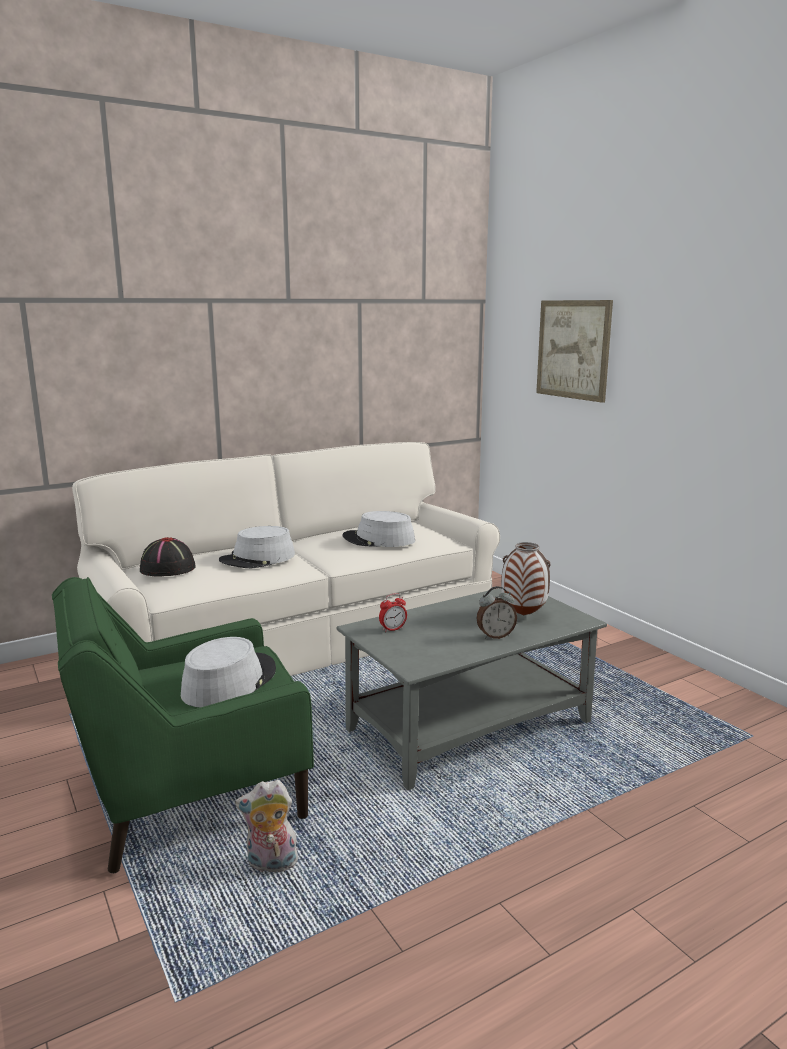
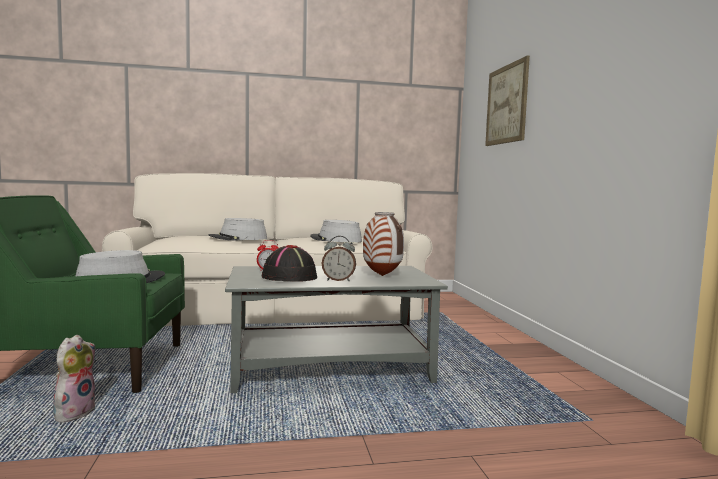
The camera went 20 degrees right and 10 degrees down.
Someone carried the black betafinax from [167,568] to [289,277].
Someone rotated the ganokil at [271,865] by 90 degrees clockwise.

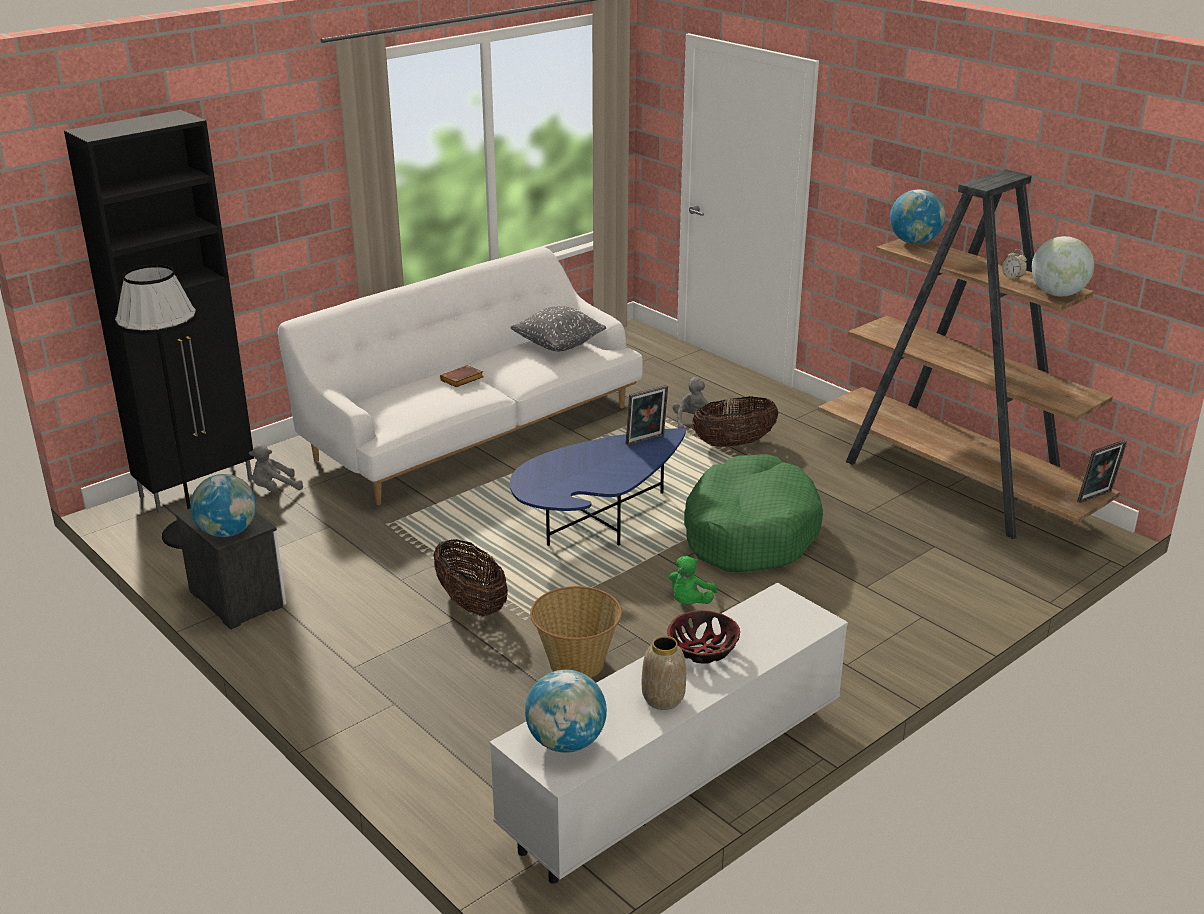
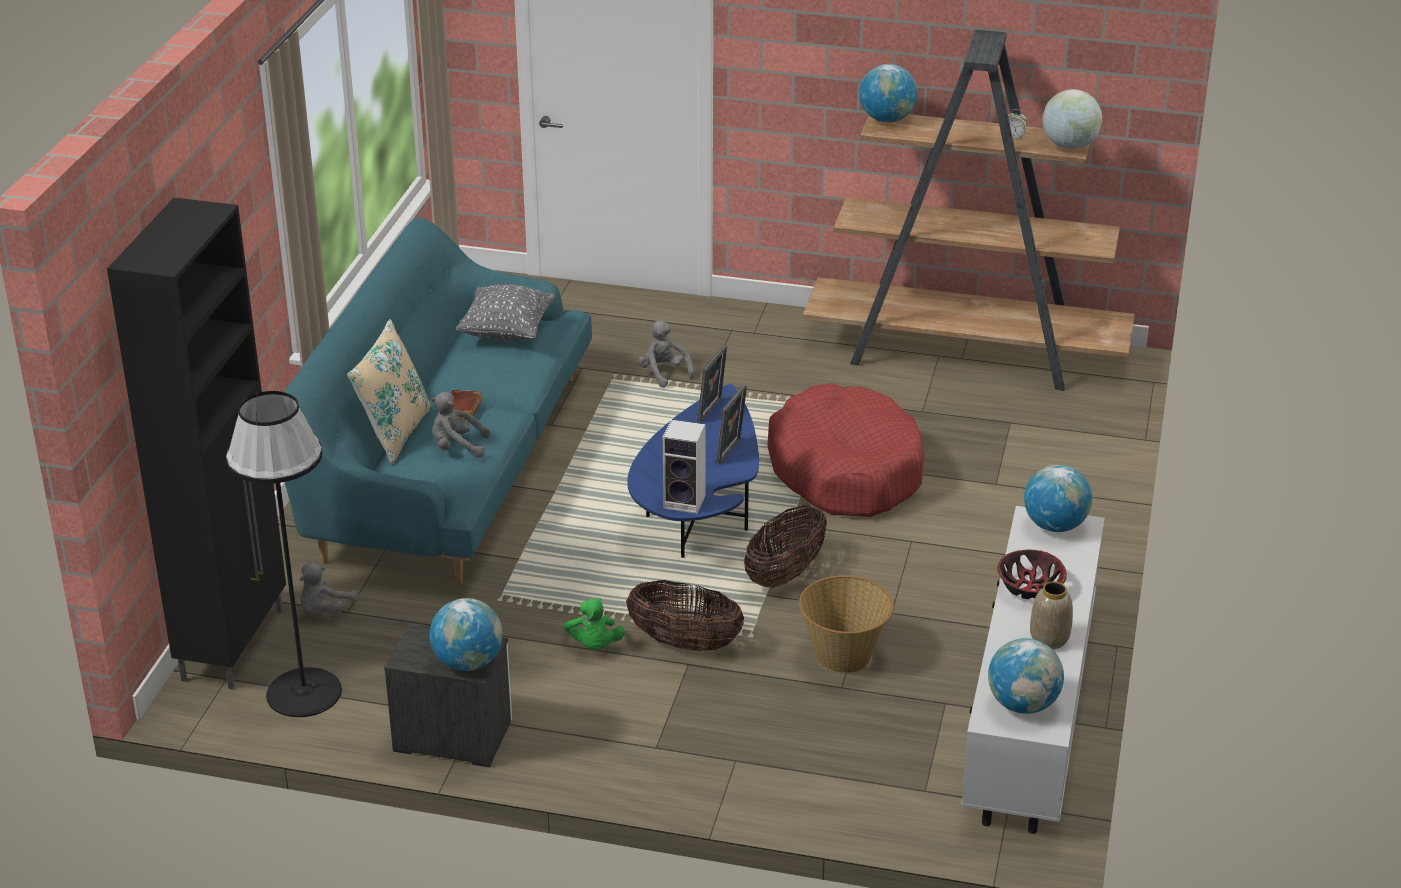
The camera went 35 degrees left and 5 degrees up.
Someone put down the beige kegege at [394,432].
Someone put down the grey ganokil at [457,447].
Someone put down the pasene at [686,501].
Someone put down the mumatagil at [1055,525].
Someone carried the green ganokil from [690,602] to [594,646].
Someone carried the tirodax from [734,443] to [785,574].
Someone carried the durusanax from [1096,497] to [731,452].
Someone repainted the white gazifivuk at [472,430], which became the turquoise gazifivuk at [448,464].
Someone repainted the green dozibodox at [749,532], which became the red dozibodox at [845,470].

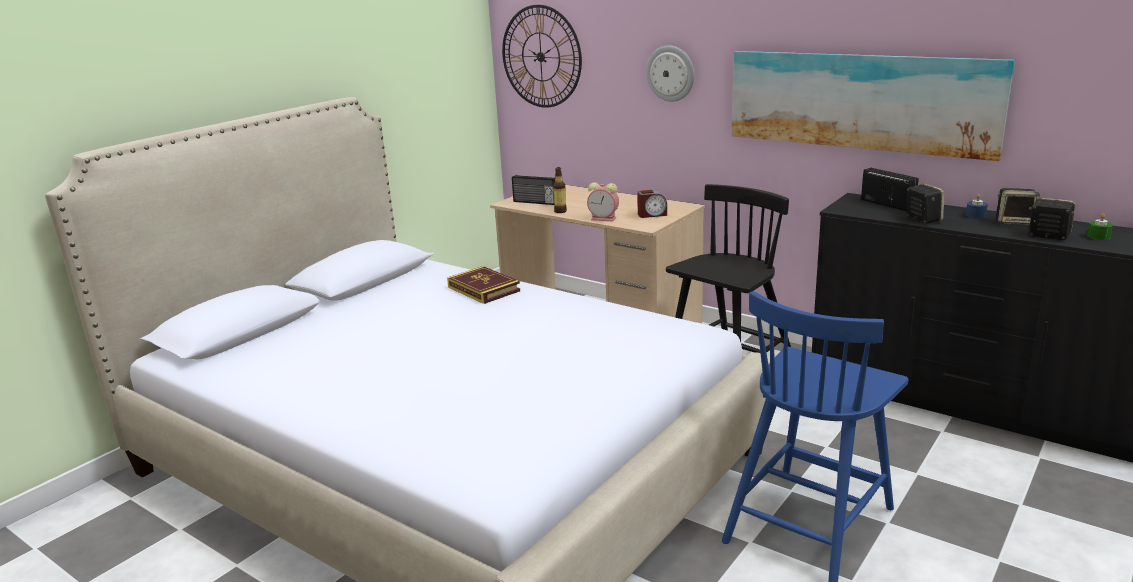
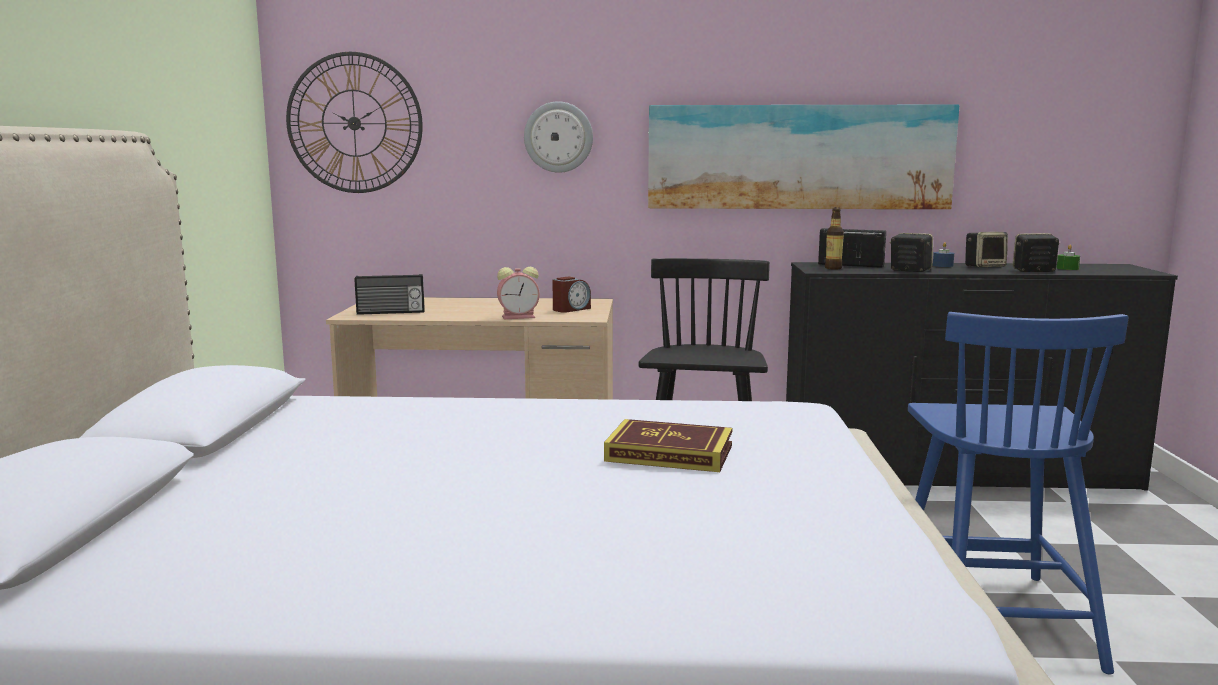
The camera went 35 degrees left and 10 degrees down.
Someone carried the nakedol from [483,289] to [669,453].
Someone carried the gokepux from [560,211] to [833,268].

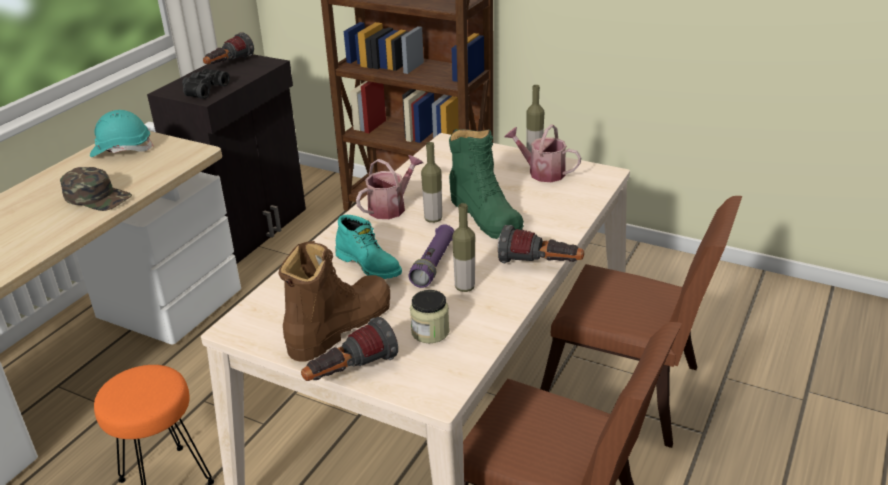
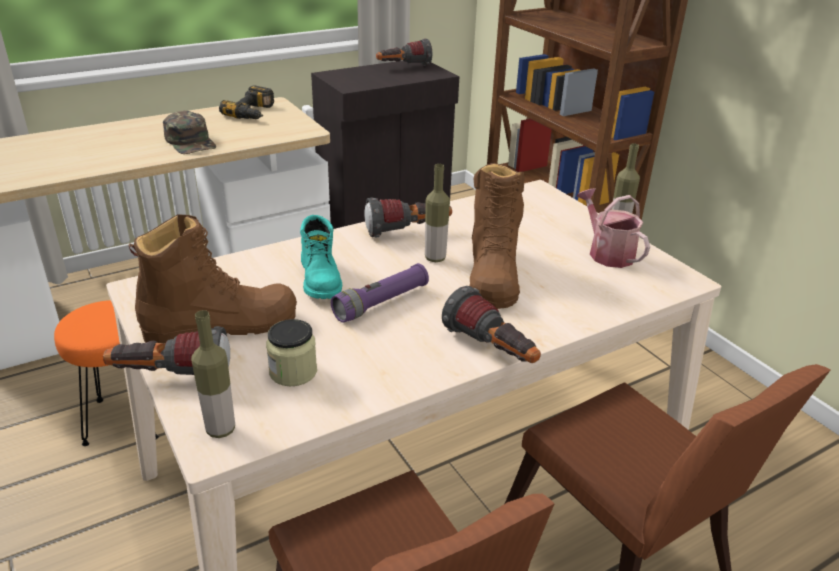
The camera went 30 degrees right and 0 degrees up.
Someone took away the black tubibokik at [204,90].
Someone carried the gokepux from [464,287] to [220,429].
Someone swapped the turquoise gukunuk at [122,150] for the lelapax at [254,112].
Someone swapped the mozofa at [391,207] for the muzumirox at [408,232].
Someone repainted the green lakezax at [485,215], which became the brown lakezax at [492,274].

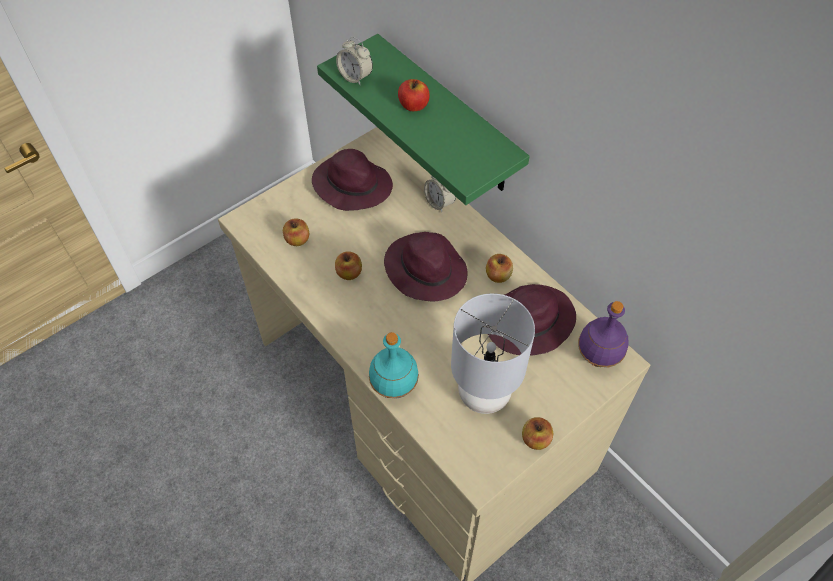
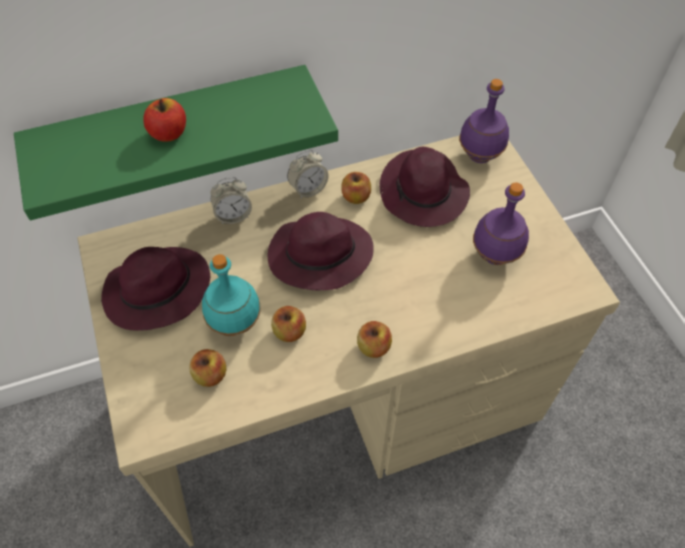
The camera went 70 degrees left and 0 degrees up.
Someone carried the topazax from [355,77] to [308,189].
Someone carried the turquoise gokepux from [395,386] to [236,323].
Someone carried the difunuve from [535,439] to [373,347].
Someone swapped the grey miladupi at [483,395] for the purple gokepux at [495,256].

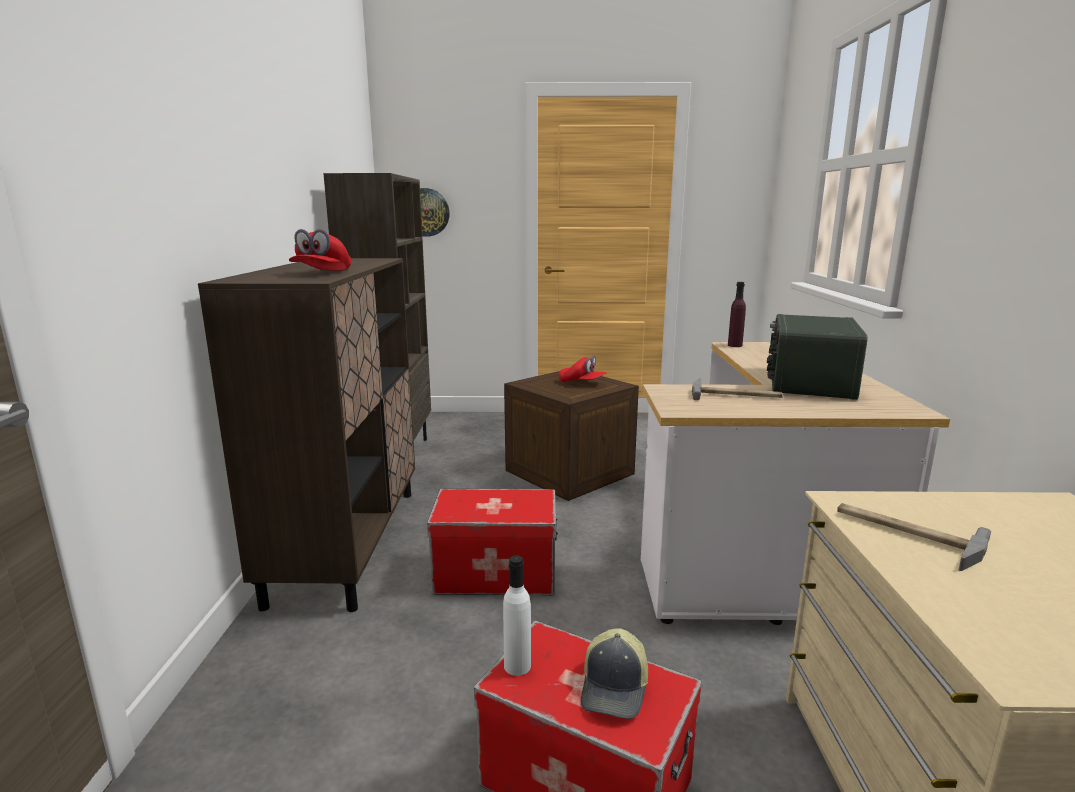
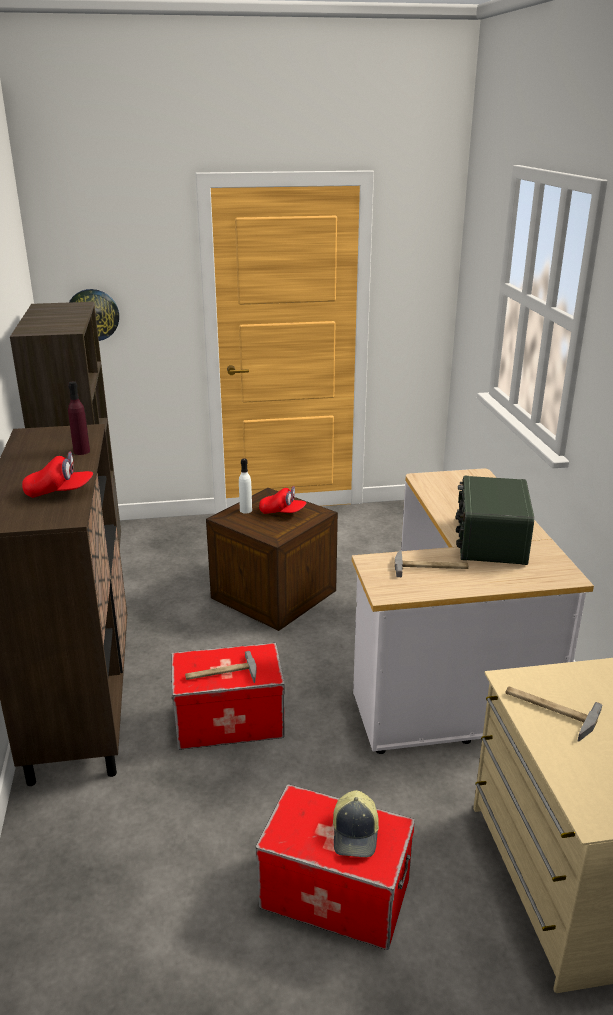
The camera went 10 degrees left and 10 degrees up.
Someone put down the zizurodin at [221,674].
Someone carried the white gokepux from [517,666] to [246,510].
Someone carried the purple gokepux from [735,345] to [81,451].
Someone rotated the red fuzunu at [322,273] by 90 degrees counterclockwise.

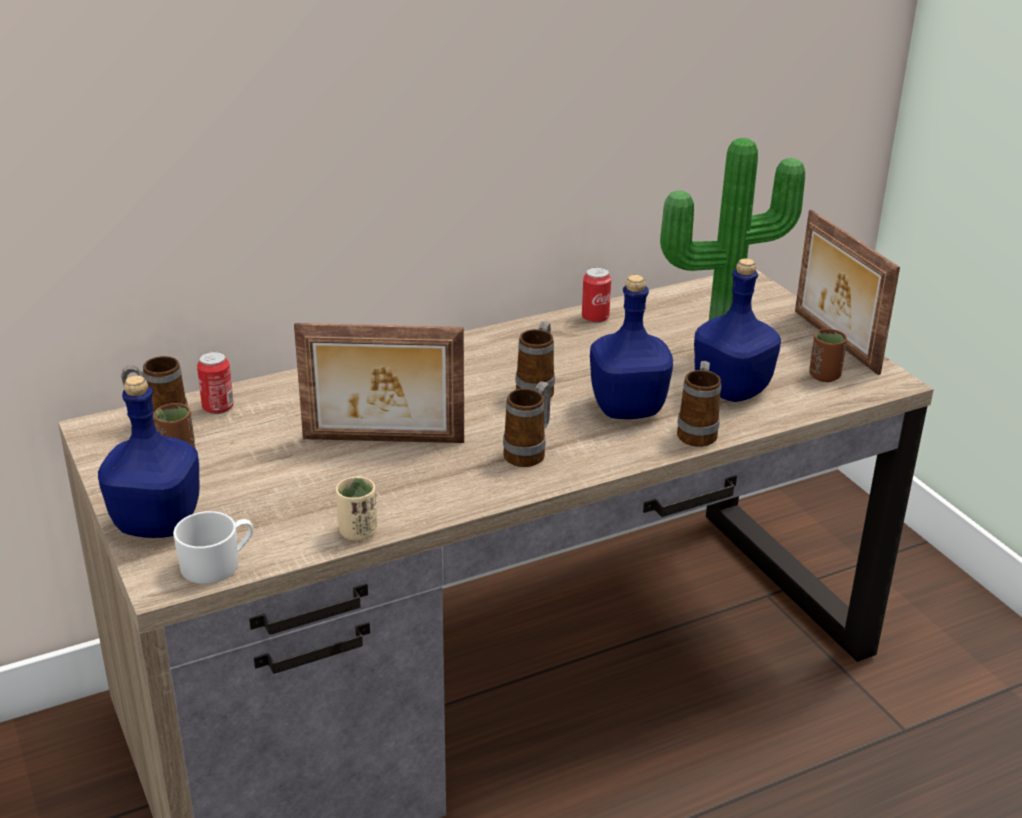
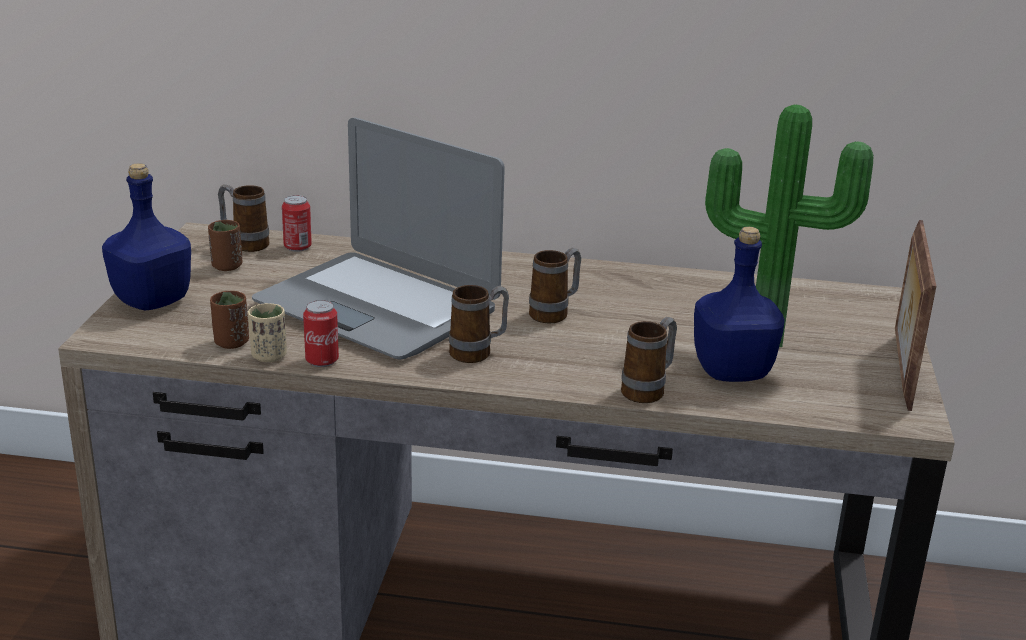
The camera went 35 degrees right and 5 degrees down.
Someone took away the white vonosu at [217,564].
Someone took away the blue gokepux at [627,407].
Someone carried the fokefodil from [595,318] to [322,360].
Someone carried the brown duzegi from [824,376] to [231,342].
Someone swapped the durusanax at [383,441] for the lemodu at [378,306].

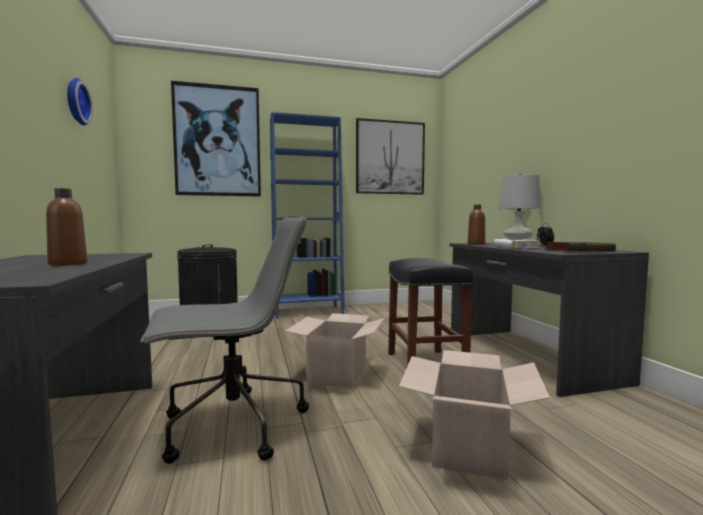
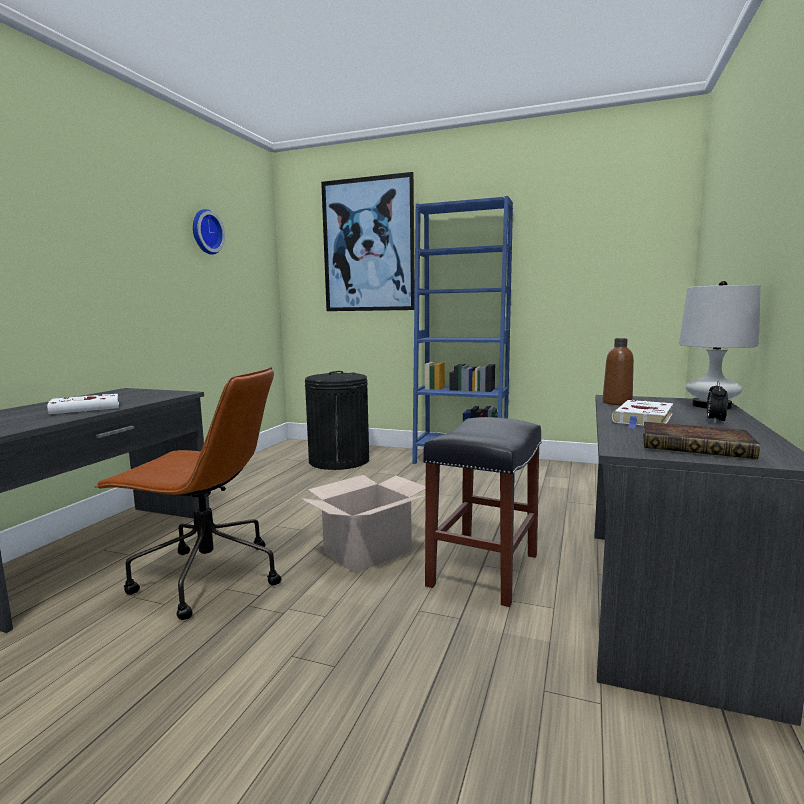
The camera went 35 degrees right and 5 degrees up.
Someone took away the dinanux at [390,158].
Someone took away the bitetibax at [469,447].
Someone swapped the brown gokepux at [68,264] for the white nakedol at [88,408].
Someone repainted the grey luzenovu at [231,426], which became the brown luzenovu at [206,577].

